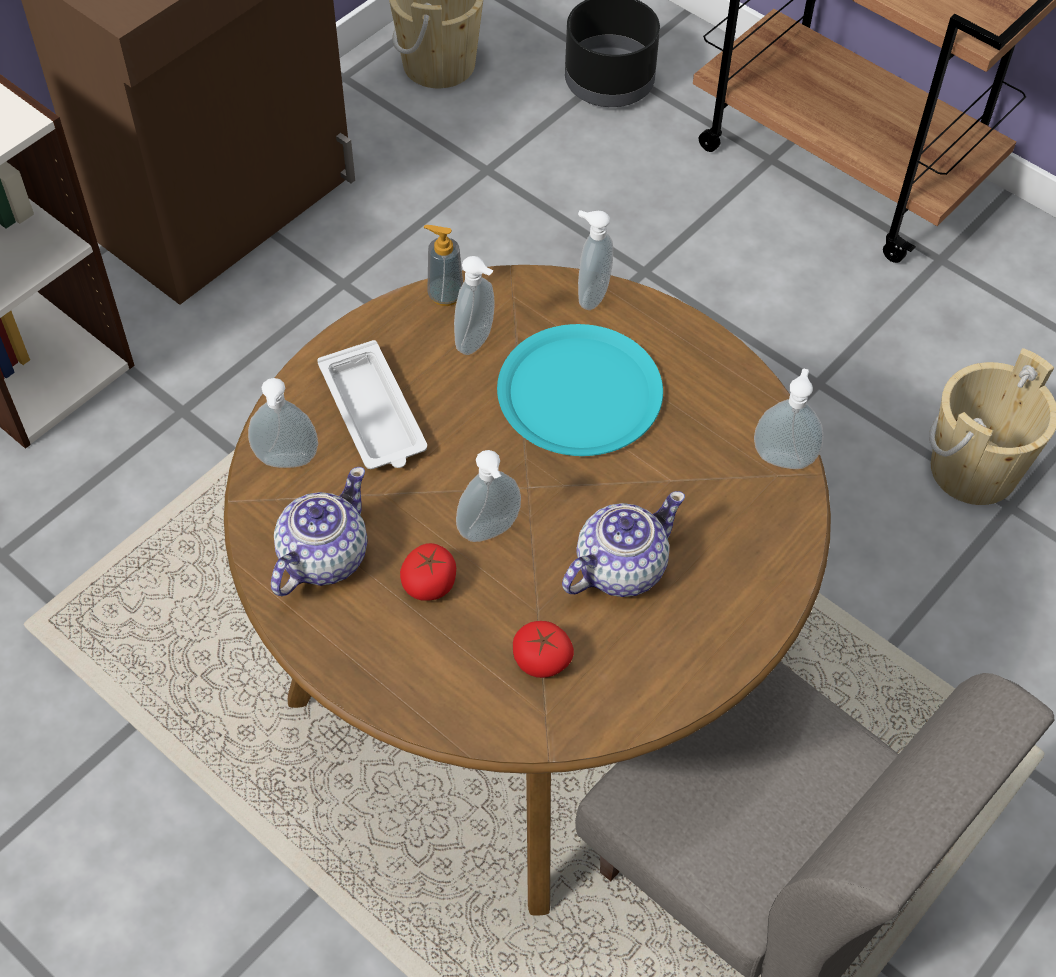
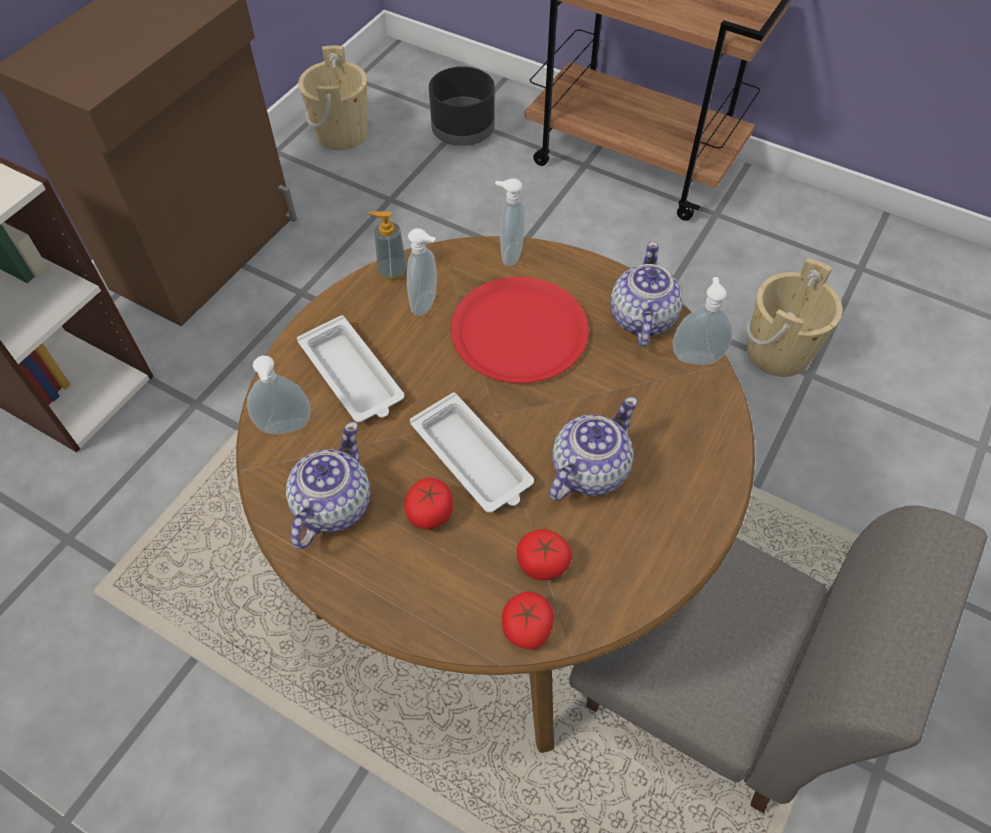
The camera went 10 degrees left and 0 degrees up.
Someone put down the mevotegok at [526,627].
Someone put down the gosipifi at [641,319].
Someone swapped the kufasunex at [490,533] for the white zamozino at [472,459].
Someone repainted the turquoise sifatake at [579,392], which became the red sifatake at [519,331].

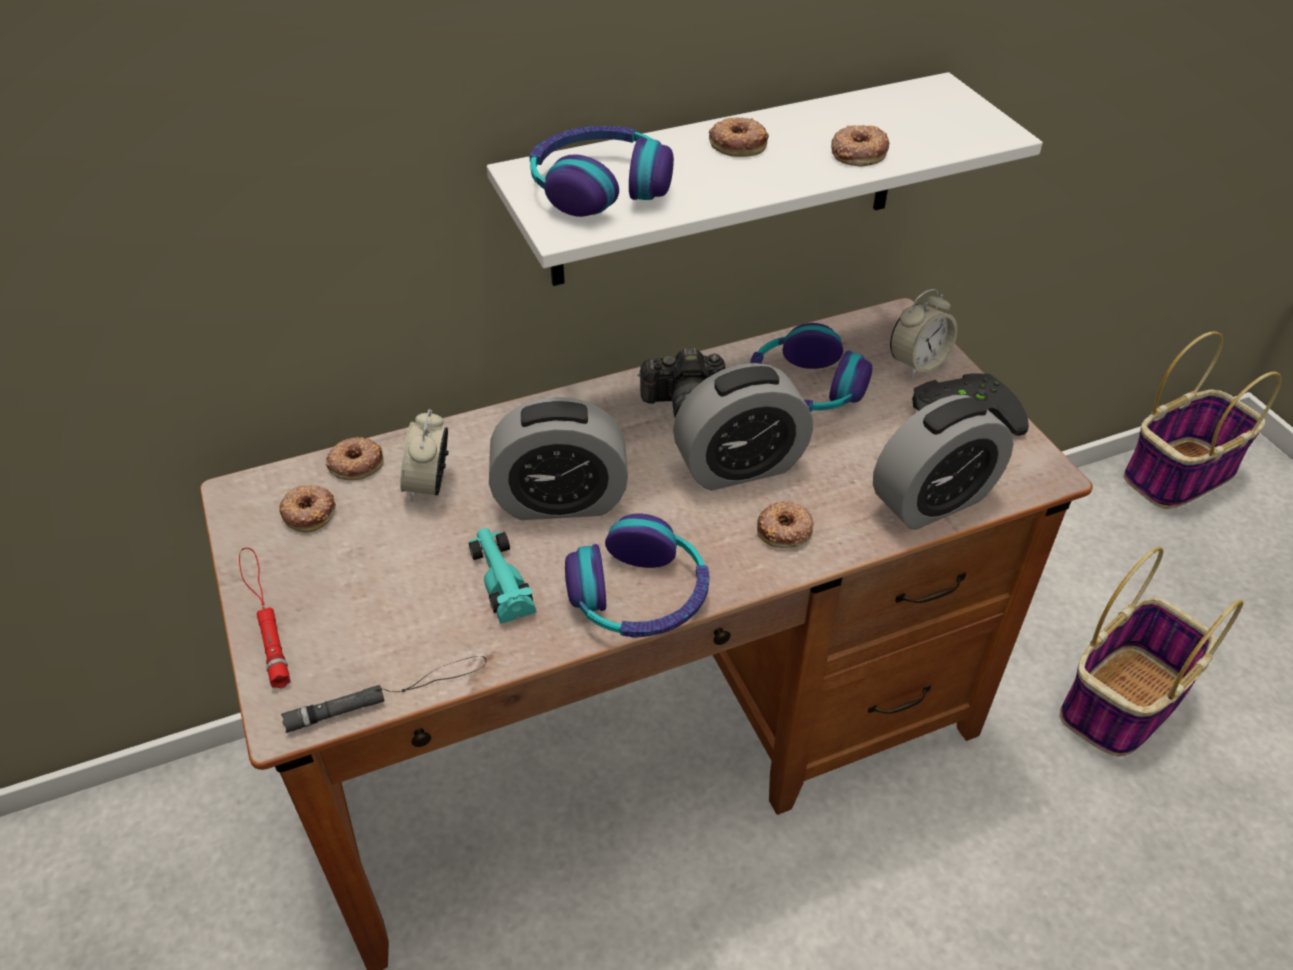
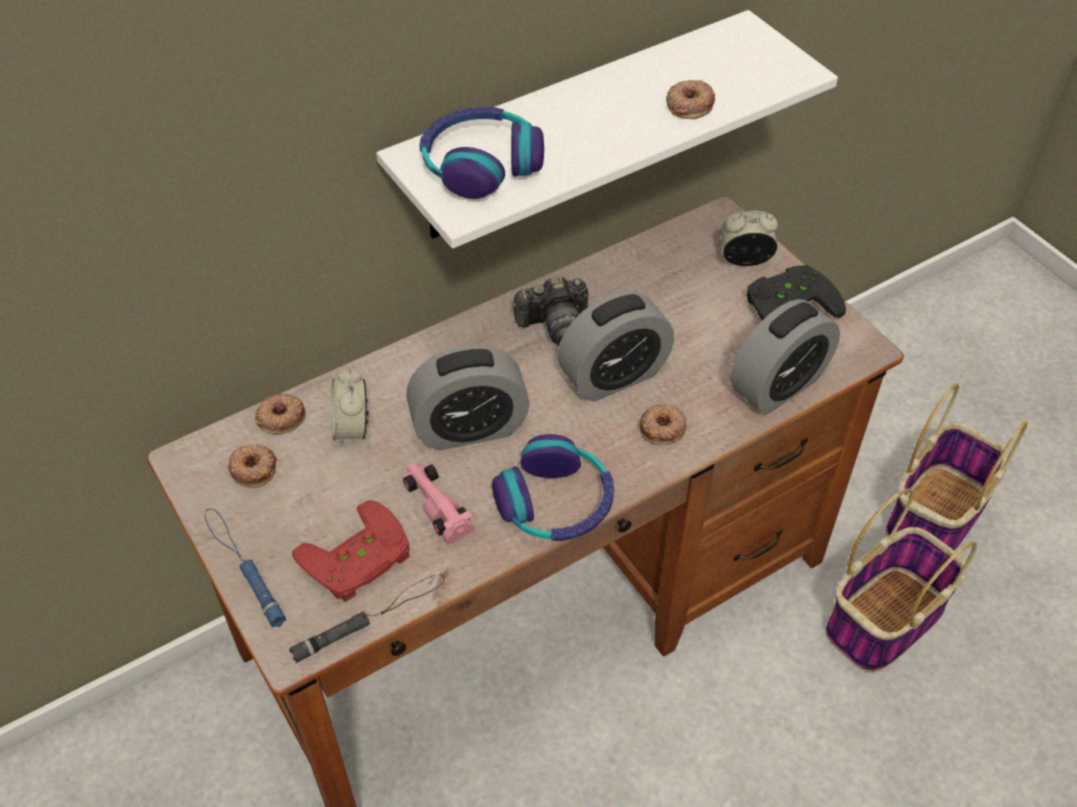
The camera went 10 degrees left and 5 degrees up.
Someone took away the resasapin at [738,143].
Someone took away the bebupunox at [805,388].
Someone put down the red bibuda at [359,561].
Someone carried the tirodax from [1179,473] to [885,618].
Someone repainted the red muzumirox at [263,615], which became the blue muzumirox at [243,566].
Someone repainted the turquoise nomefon at [500,577], which became the pink nomefon at [436,503].
Someone rotated the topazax at [917,363] by 135 degrees counterclockwise.

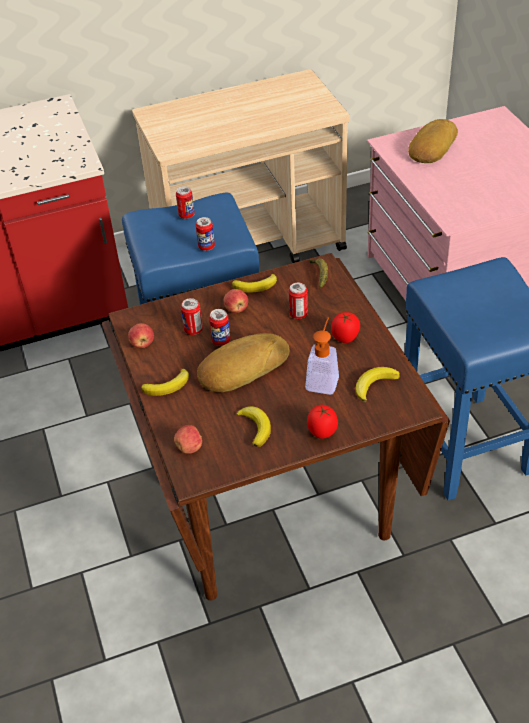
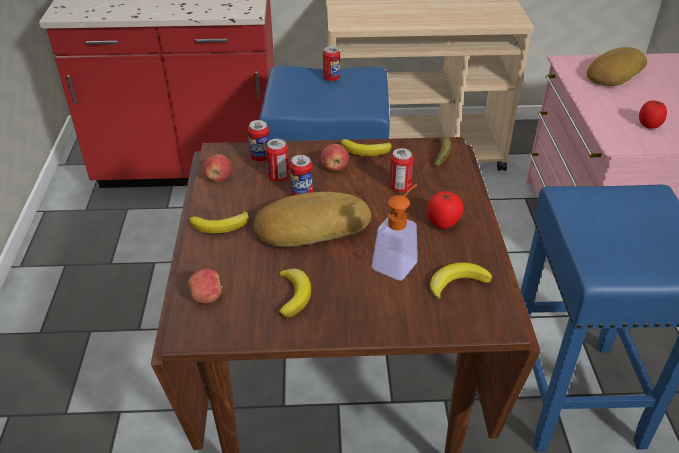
The camera went 15 degrees right and 5 degrees down.
Someone carried the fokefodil from [206,247] to [260,158].
Someone carried the mevotegok from [322,431] to [649,125].

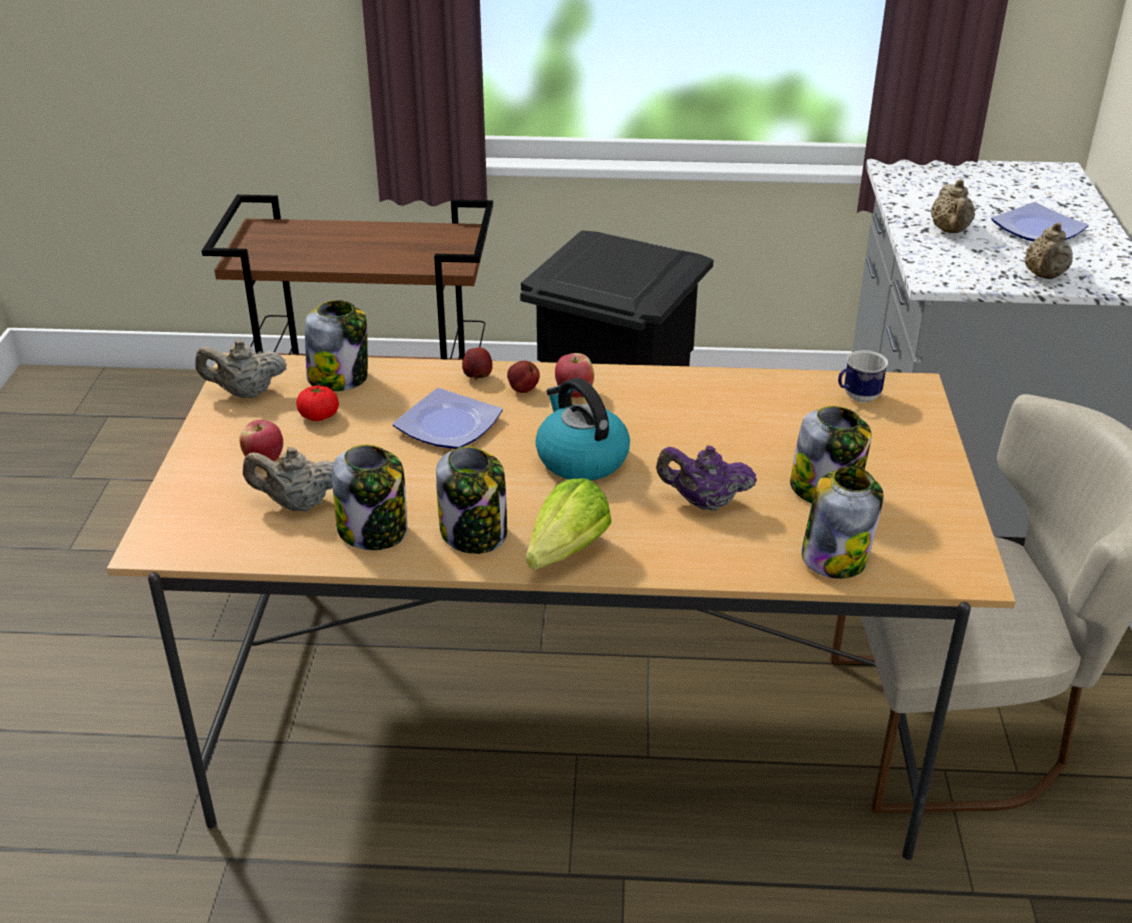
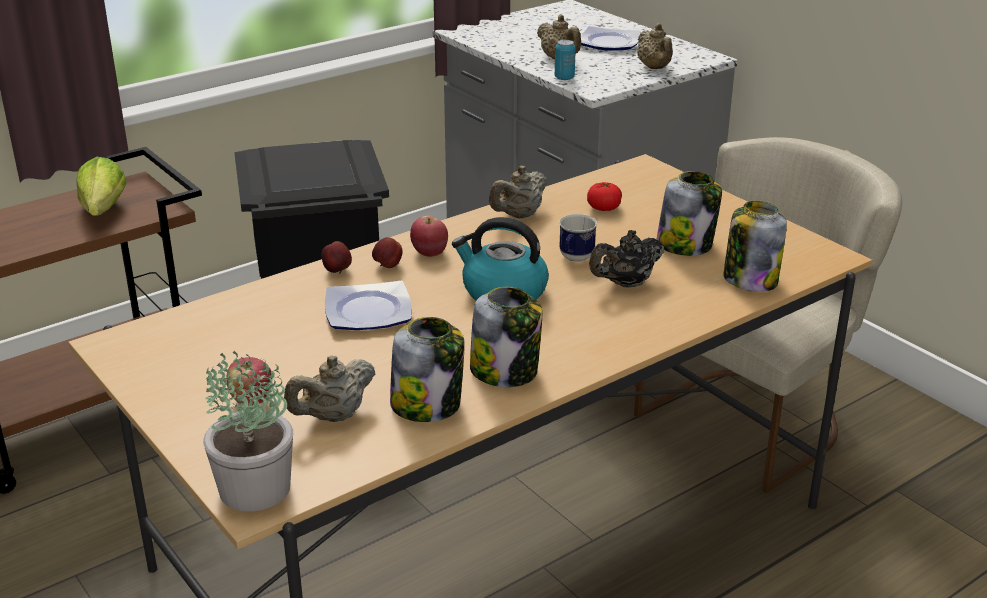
The camera went 40 degrees left and 5 degrees down.
Someone took away the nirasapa at [339,378].
Someone put down the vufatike at [254,489].
Someone put down the fokefodil at [564,78].
Someone carried the beige gosipifi from [245,393] to [519,215].
Someone carried the mevotegok from [319,416] to [604,208].
Someone carried the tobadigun from [559,557] to [100,214].
Someone carried the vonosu from [856,397] to [574,259].
Someone repainted the purple gosipifi at [704,503], which became the black gosipifi at [626,284].

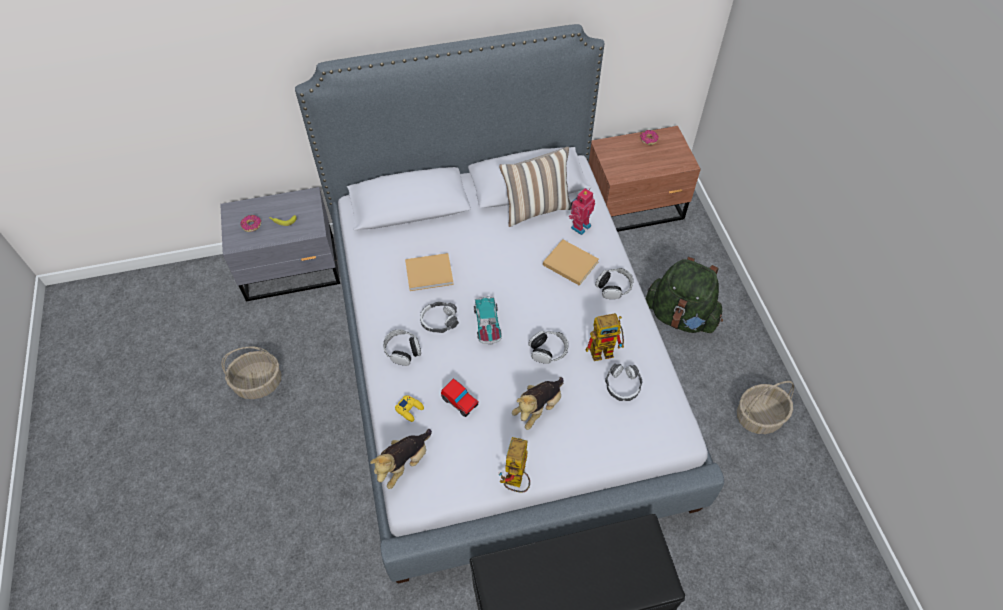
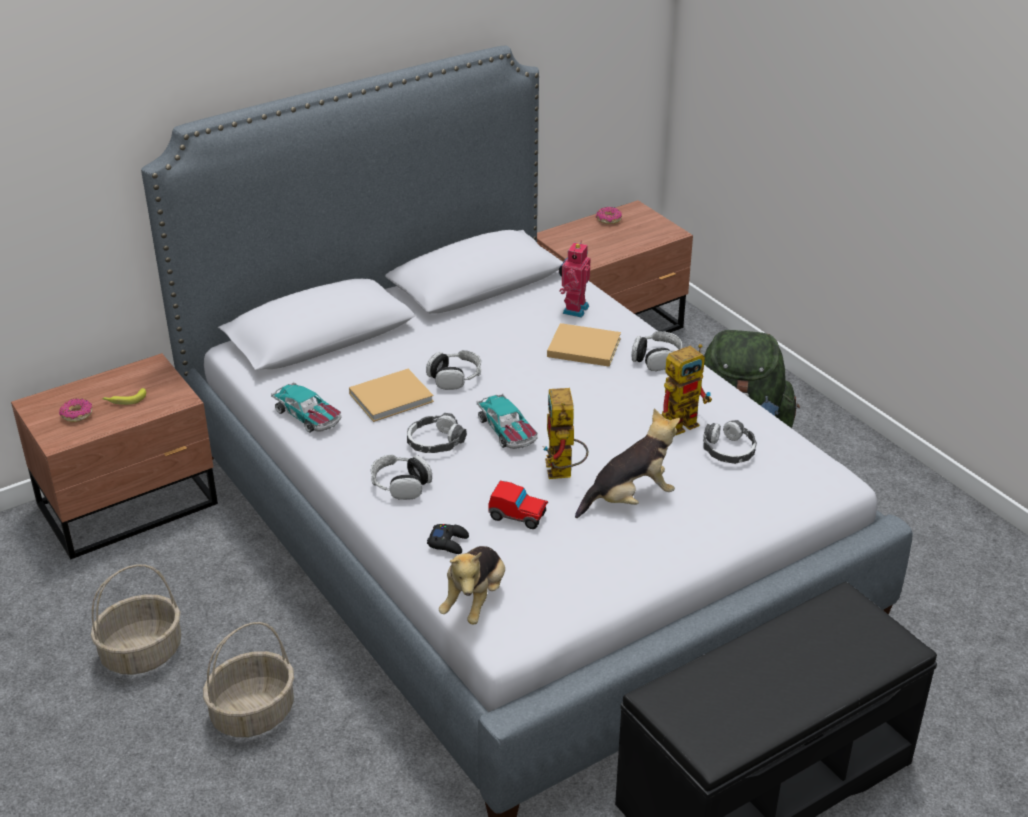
The camera went 20 degrees left and 20 degrees down.
Someone took away the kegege at [536,209].
Someone put down the nomefon at [308,416].
Someone carried the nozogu from [516,481] to [563,473].
Someone carried the bebupunox from [548,350] to [455,377].
Someone carried the tirodax from [759,417] to [253,714].
Someone repainted the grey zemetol at [292,270], which became the brown zemetol at [131,505].
Someone repainted the yellow bibuda at [409,409], which became the black bibuda at [448,542].
Someone rotated the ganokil at [538,408] by 135 degrees counterclockwise.

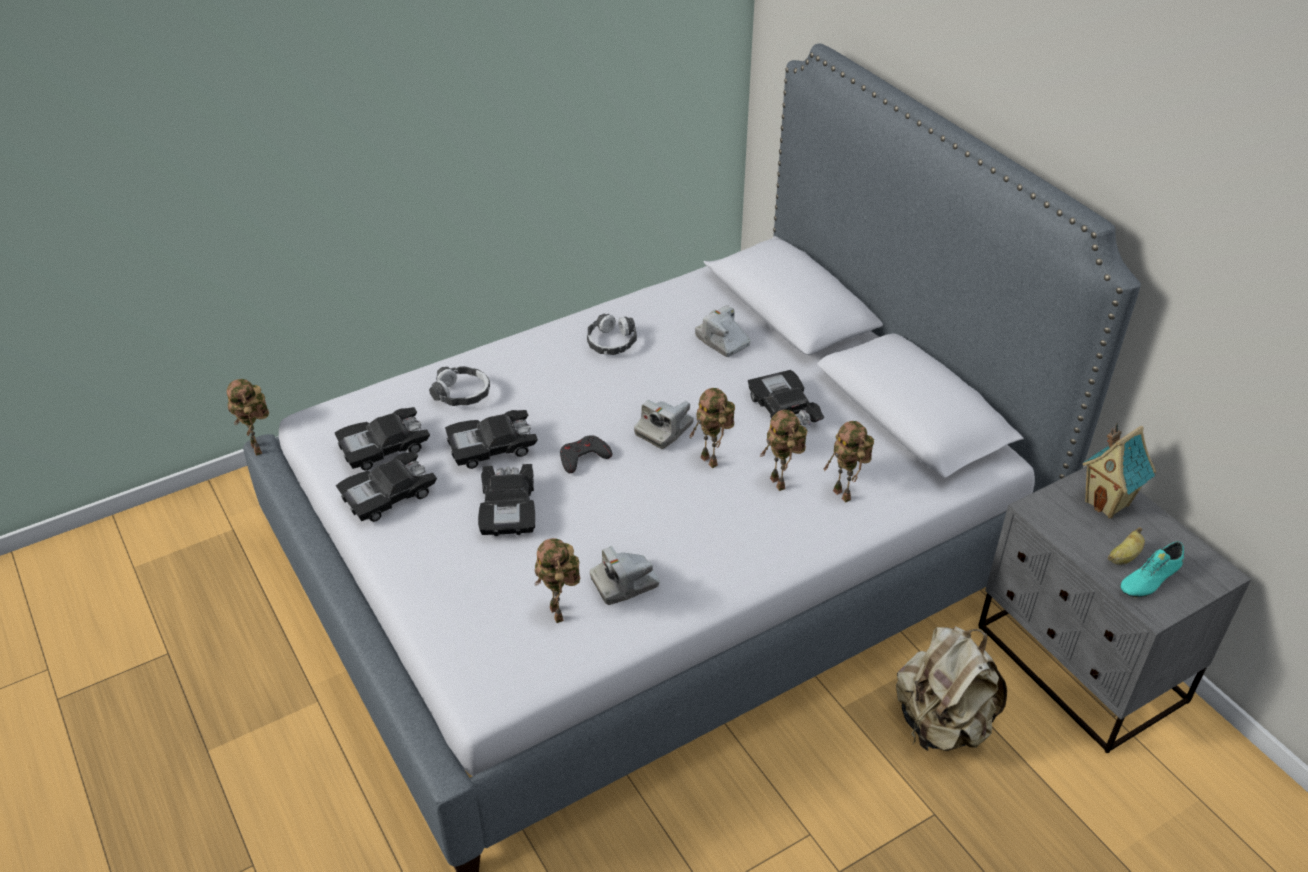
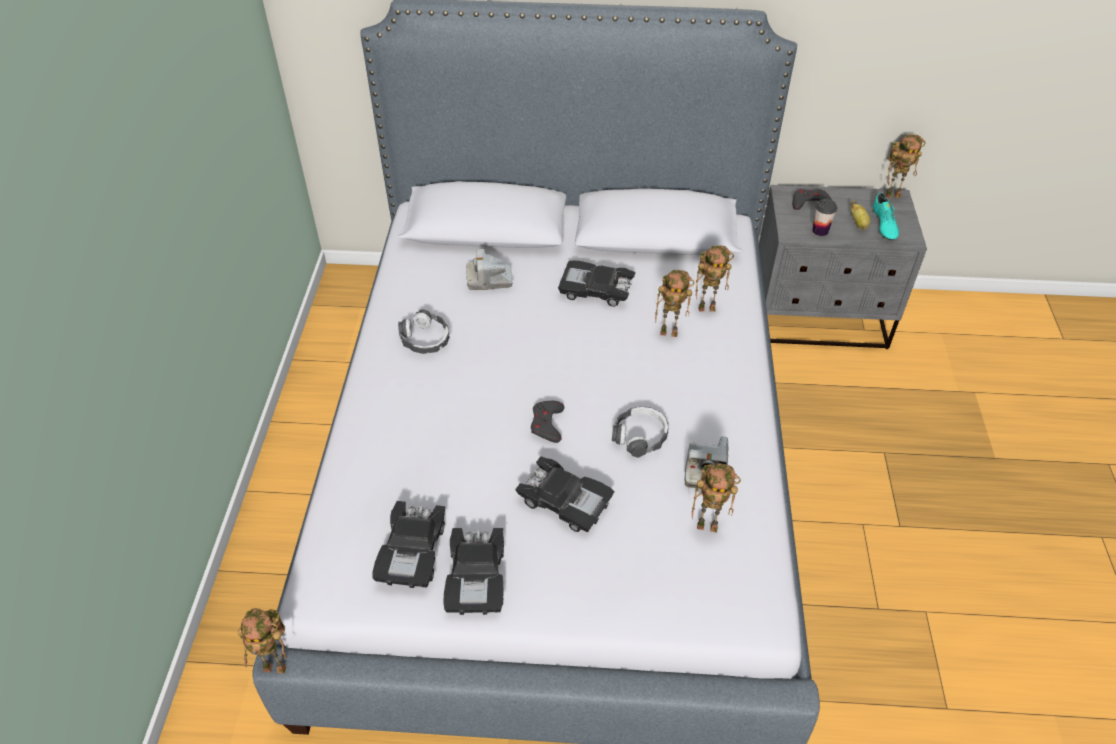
The camera went 55 degrees left and 5 degrees up.
Someone took away the black nomefon at [492,446].
Someone took away the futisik at [664,430].
Someone took away the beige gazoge at [941,724].
Someone put down the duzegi at [820,231].
Someone carried the bebupunox from [461,393] to [640,436].
Someone carried the nozogu from [712,461] to [893,195].
Someone swapped the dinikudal at [1108,503] for the grey bibuda at [810,203].

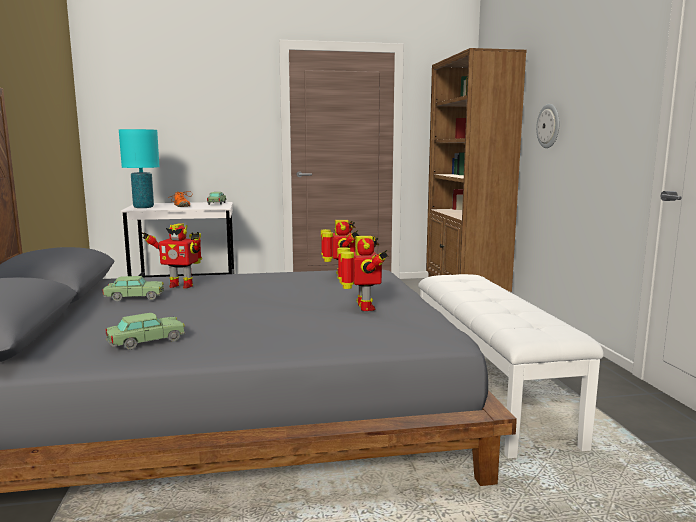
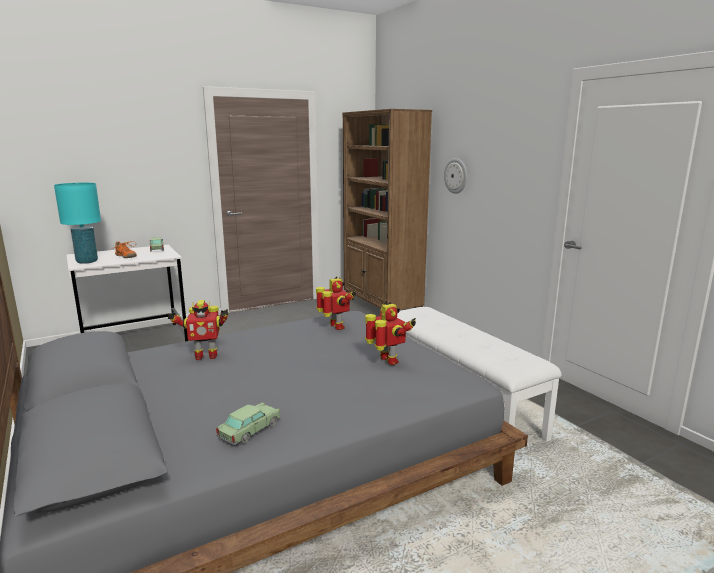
The camera went 20 degrees left and 5 degrees up.
Someone took away the nomefon at [134,297].

